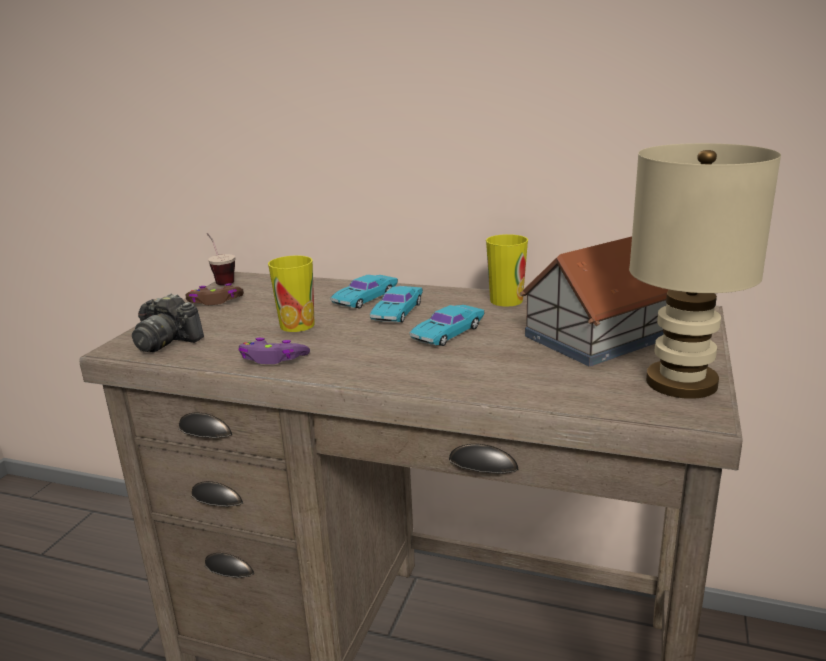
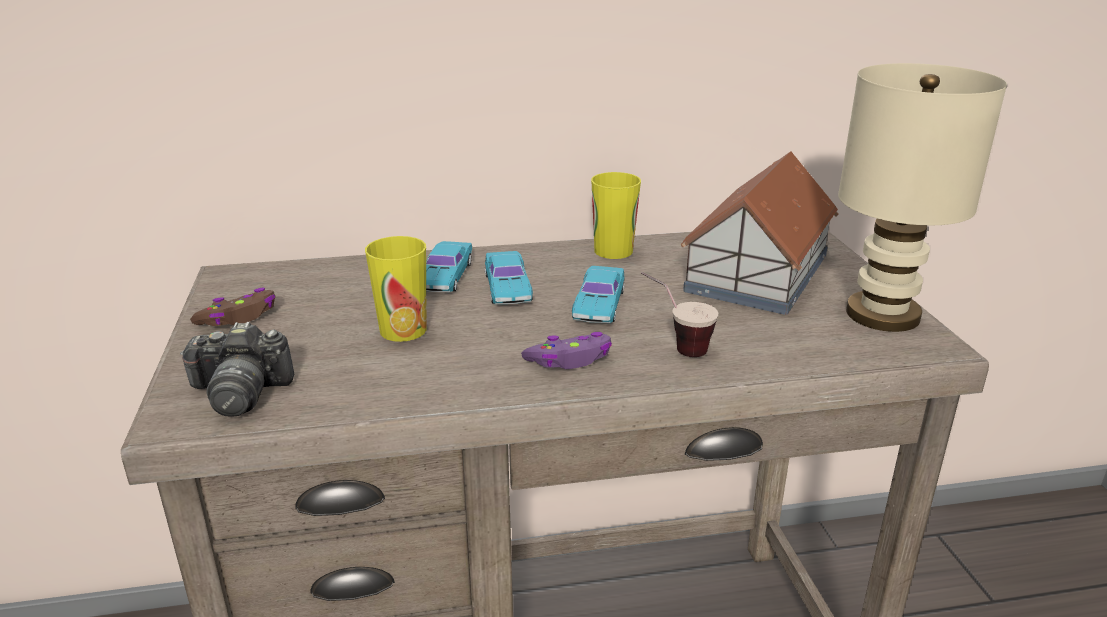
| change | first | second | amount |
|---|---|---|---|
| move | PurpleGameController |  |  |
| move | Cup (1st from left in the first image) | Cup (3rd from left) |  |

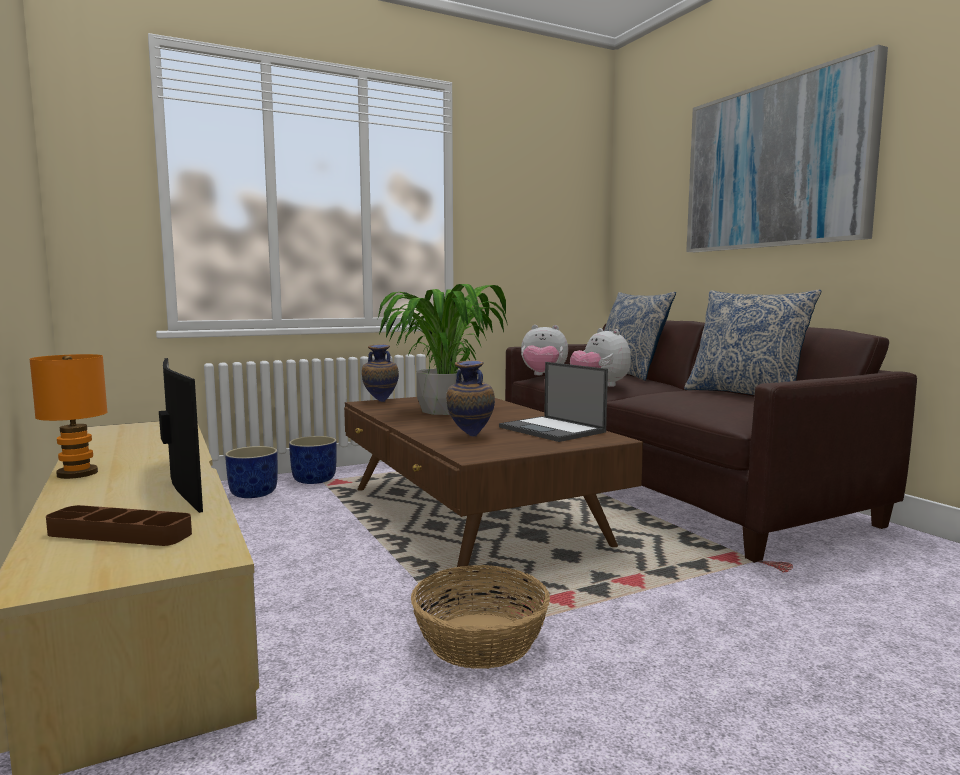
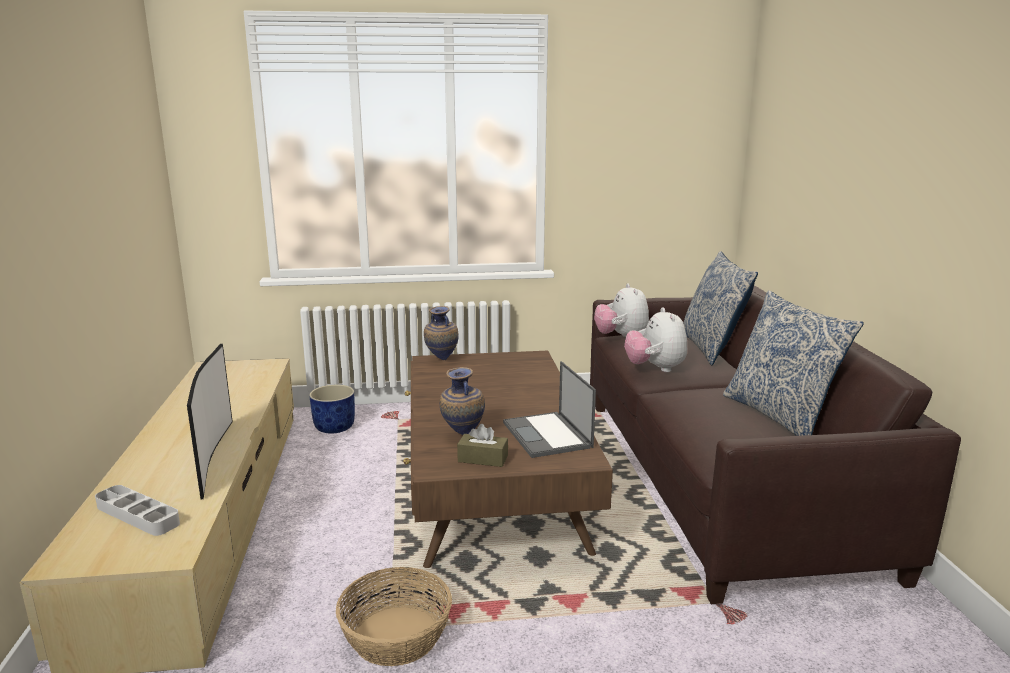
| change | first | second | amount |
|---|---|---|---|
| recolor | BrownTray | GreyTray |  |
| insert |  | BrownTissueBox |  |
| rotate | PlushToy (1st from left) |  | 45 degrees clockwise |
| delete | OrangeTableLamp |  |  |
| delete | BluePlanter (2nd from left) |  |  |
| delete | PottedPlant |  |  |
| delete | Picture |  |  |

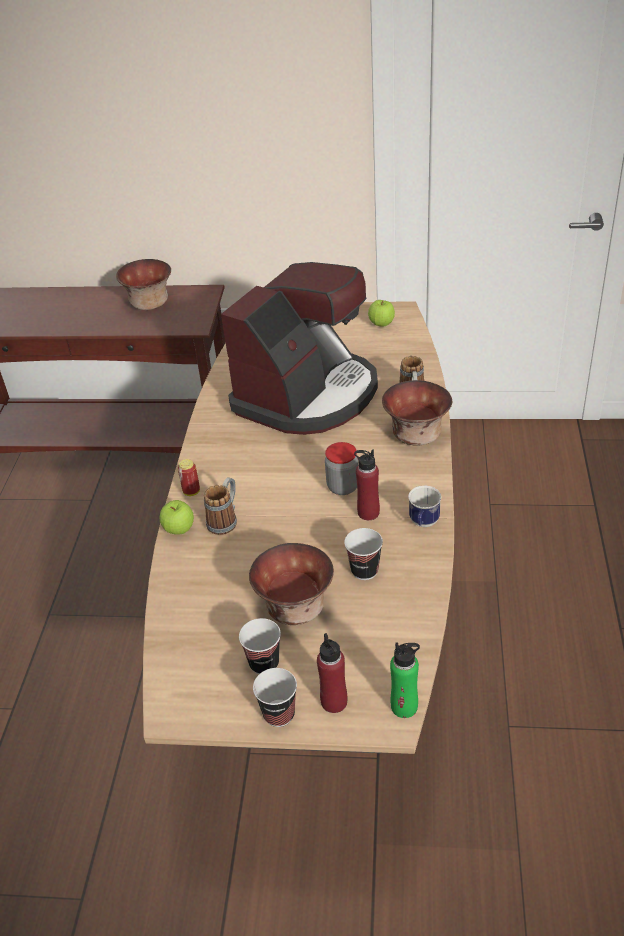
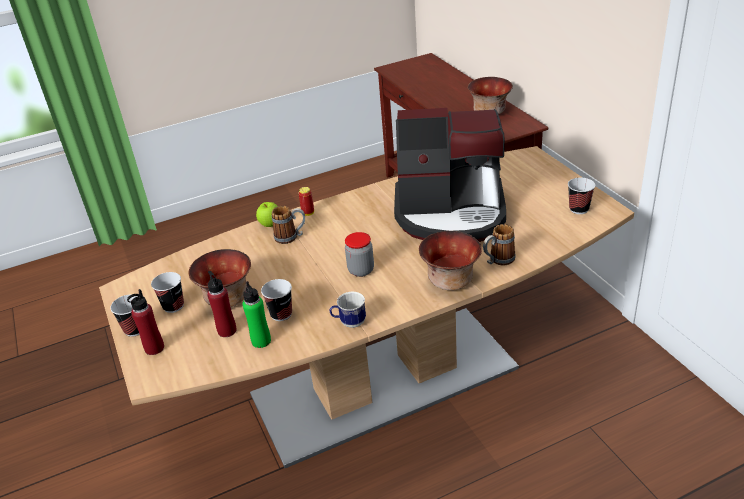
| change | first | second | amount |
|---|---|---|---|
| move | RedBottle (2nd from left) |  |  |
| move | GreenBottle |  |  |
| replace | Apple (2nd from left) | Cup (4th from left) |  |

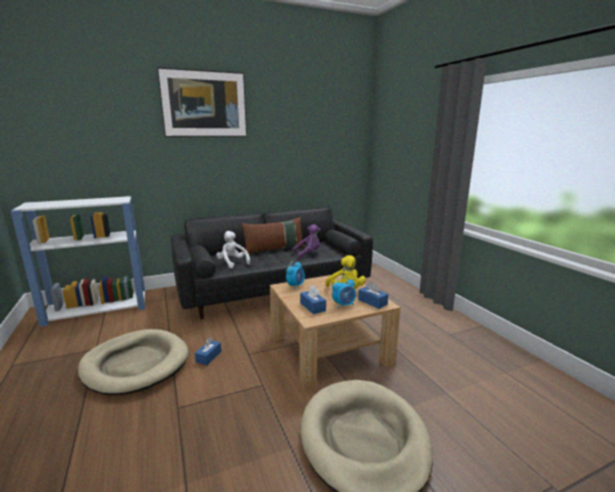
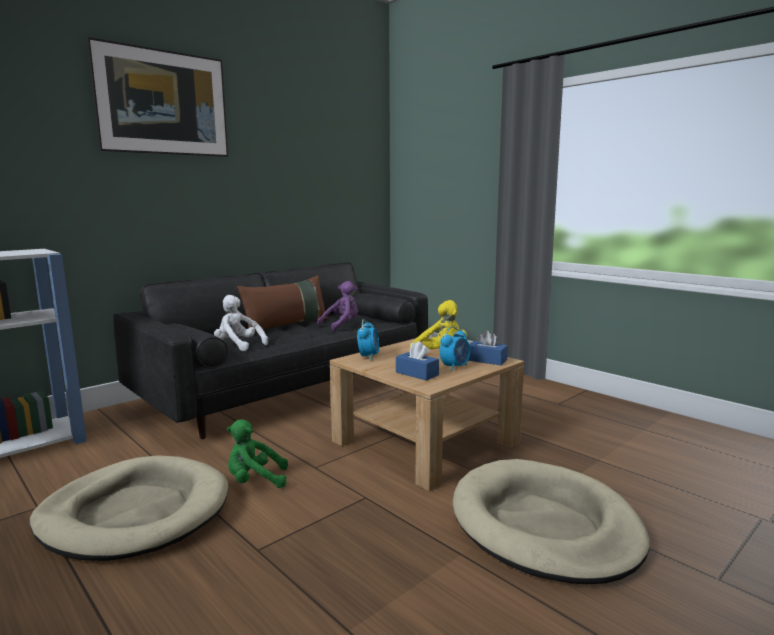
| change | first | second | amount |
|---|---|---|---|
| replace | BlueTissueBox (1st from left) | GreenPlushToy |  |

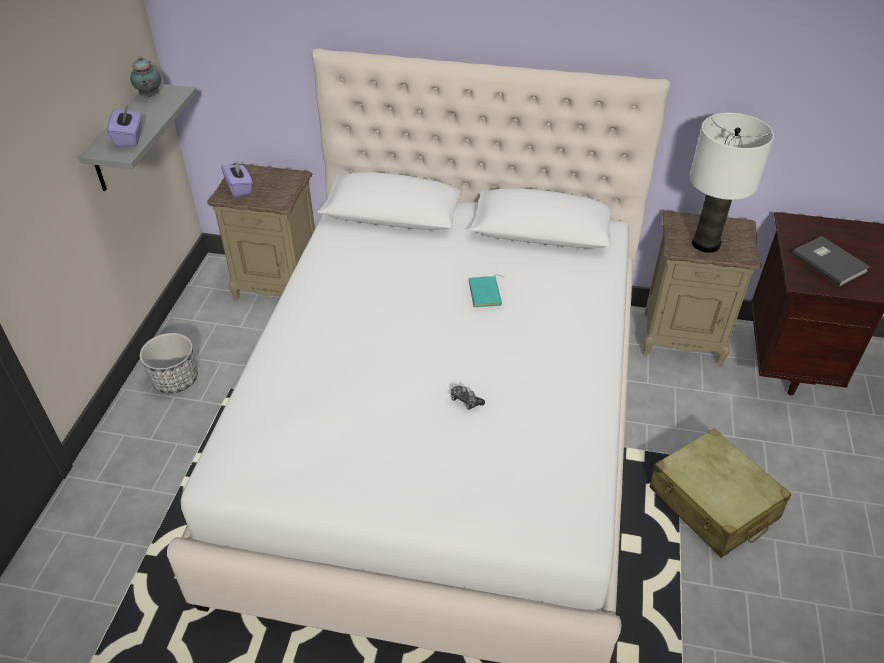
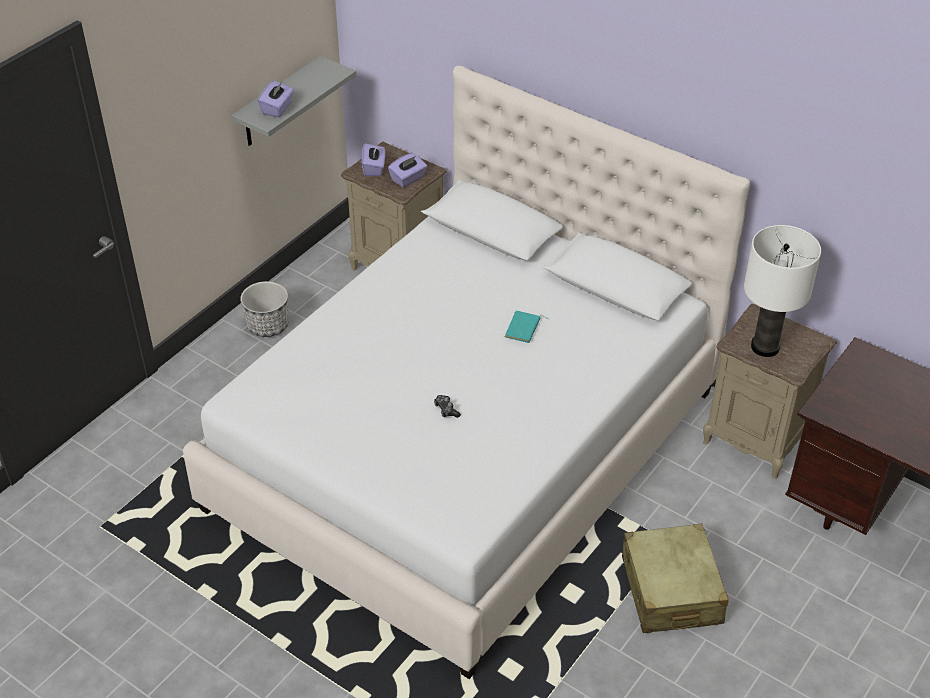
| change | first | second | amount |
|---|---|---|---|
| insert |  | PurpleTissueBox (3rd from left) |  |
| delete | Teapot |  |  |
| delete | GreyBook |  |  |

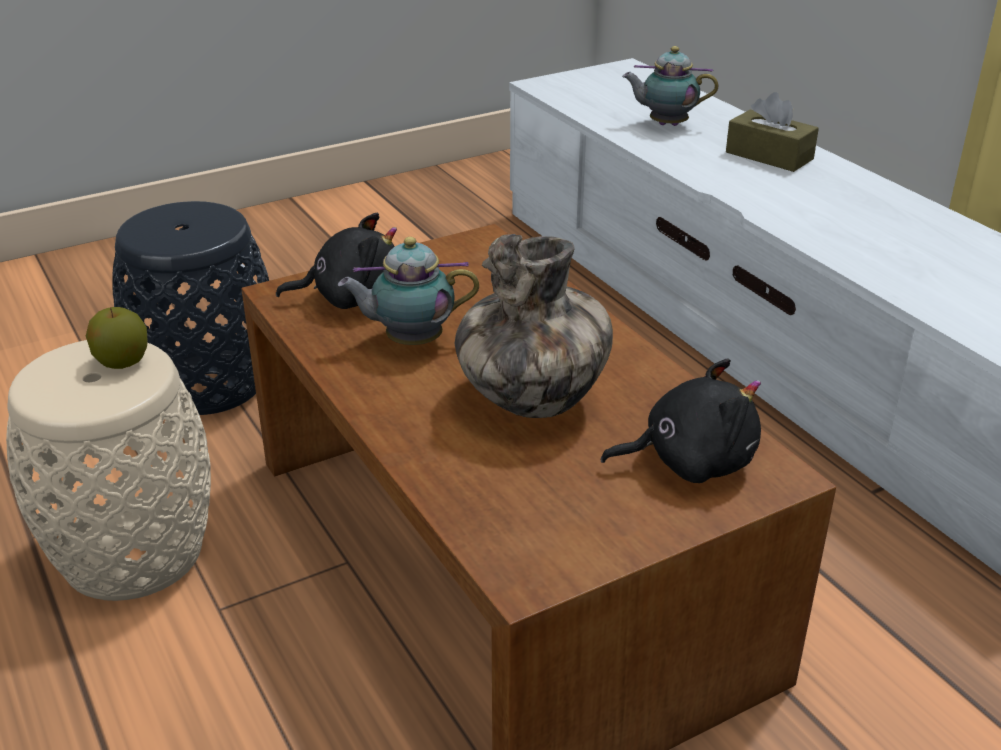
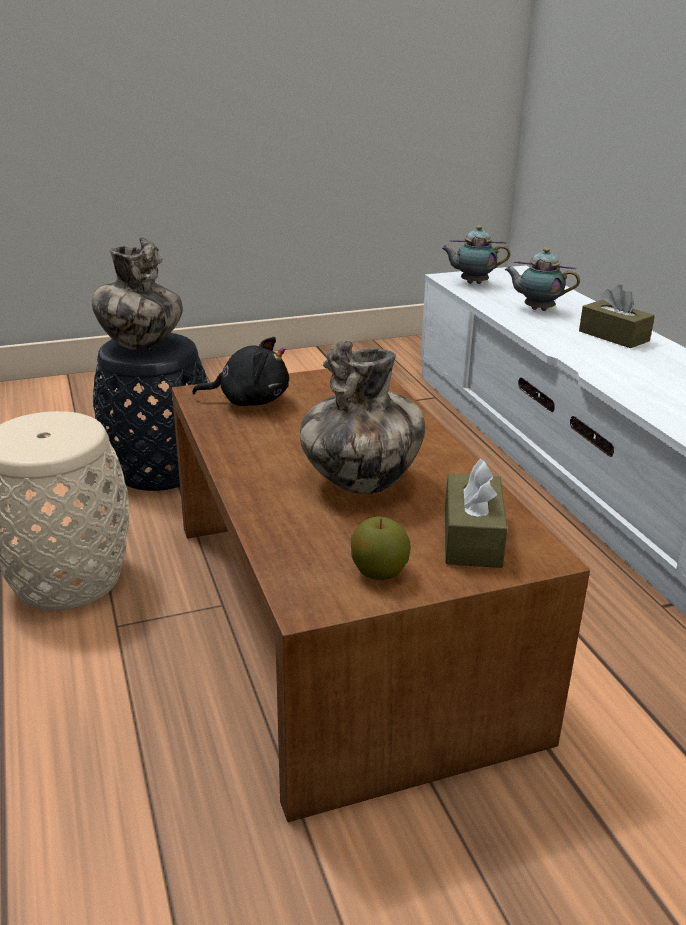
| change | first | second | amount |
|---|---|---|---|
| insert |  | Vase (1st from left) |  |
| move | Apple |  |  |
| move | Teapot (1st from left) |  |  |
| replace | BlackPlushToy (2nd from left) | BrownTissueBox (1st from left) |  |

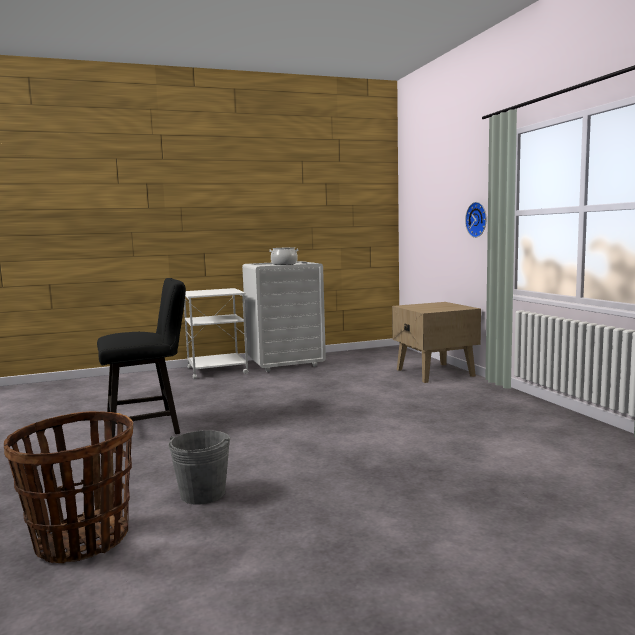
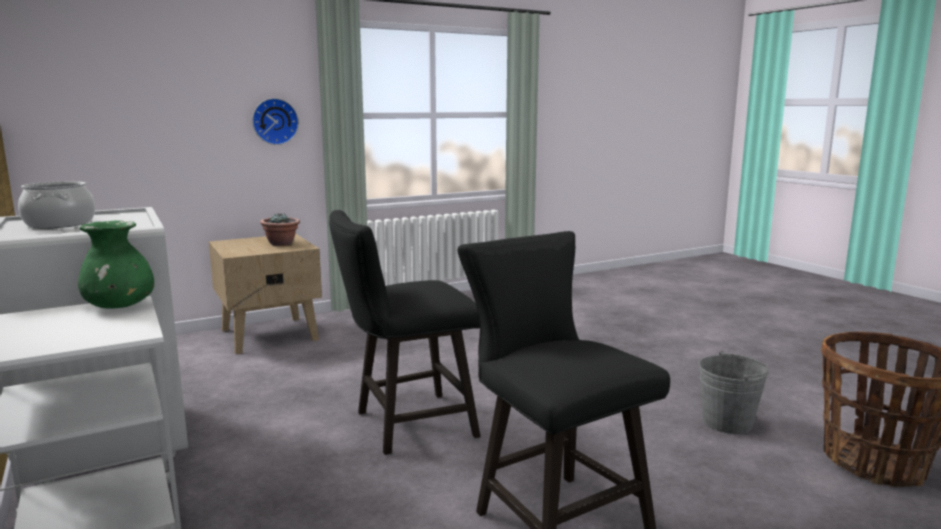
| change | first | second | amount |
|---|---|---|---|
| insert |  | GreenVase |  |
| insert |  | PottedPlant |  |
| insert |  | BlackChair (1st from left) |  |

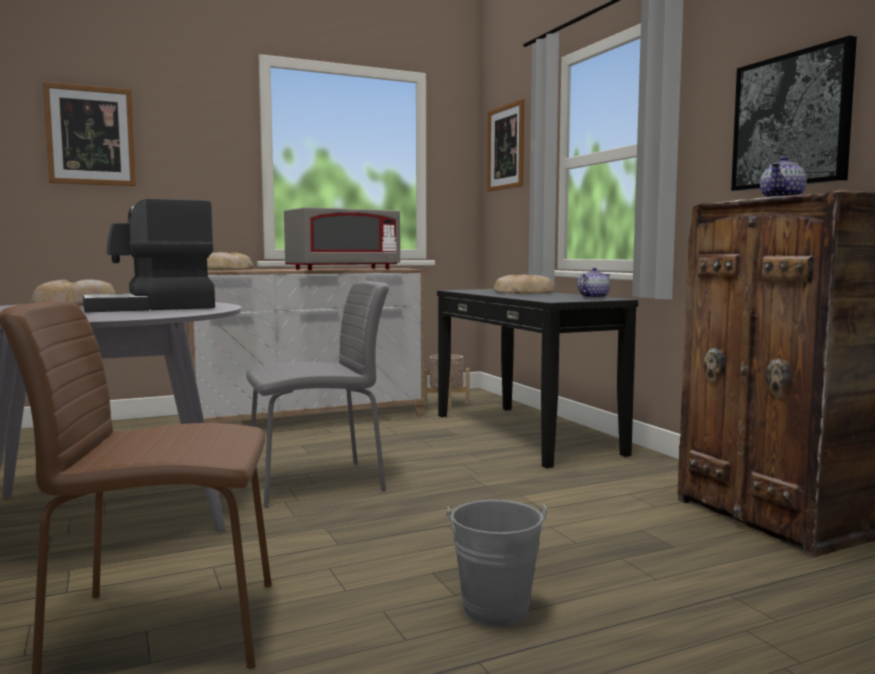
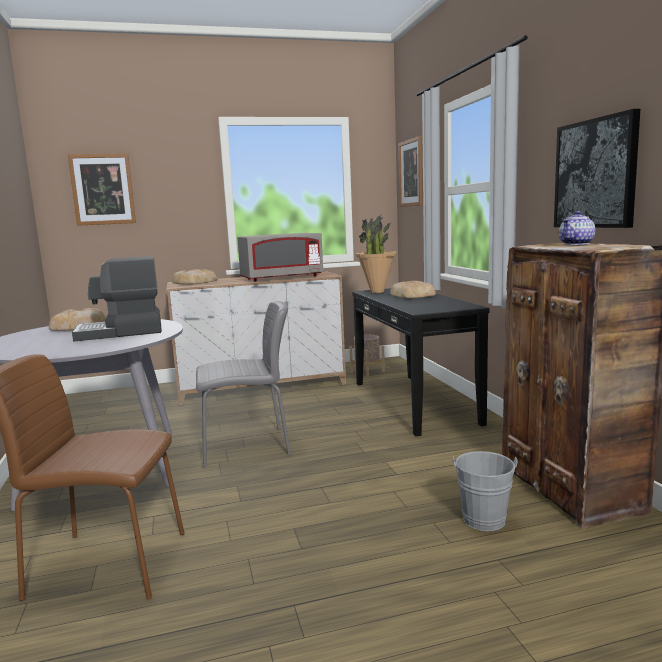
| change | first | second | amount |
|---|---|---|---|
| insert |  | PottedPlant |  |
| move | GreyBucket |  |  |
| delete | Teapot (1st from left) |  |  |

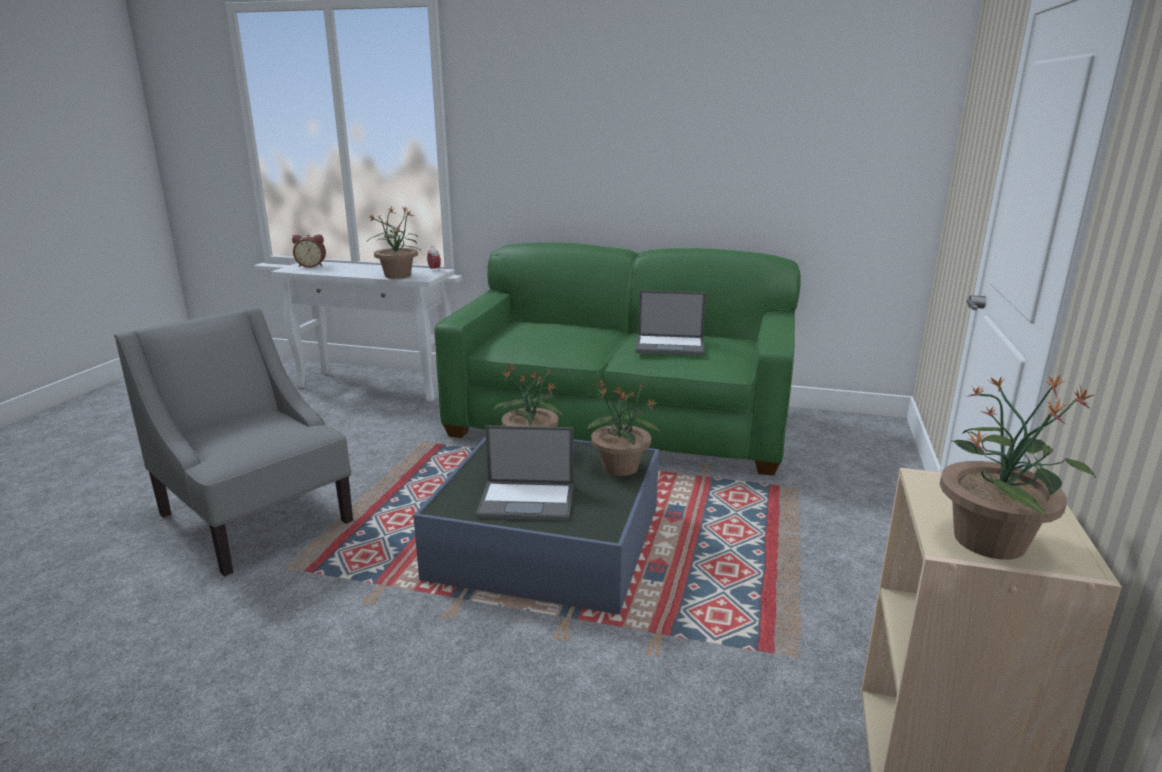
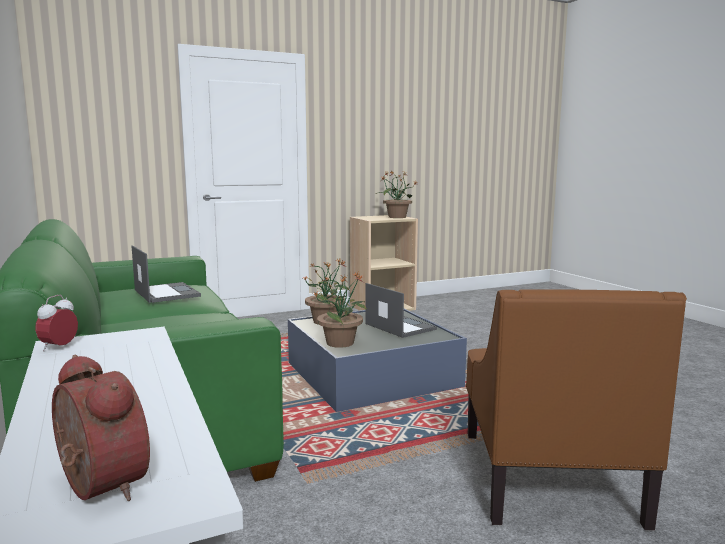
| change | first | second | amount |
|---|---|---|---|
| recolor | GreyArmchair | BrownArmchair |  |
| delete | PottedPlant (1st from left) |  |  |

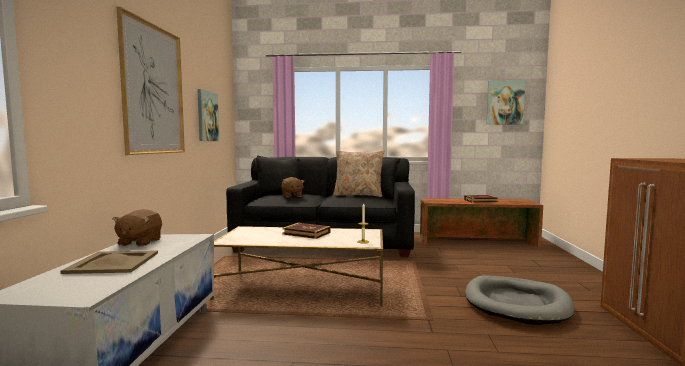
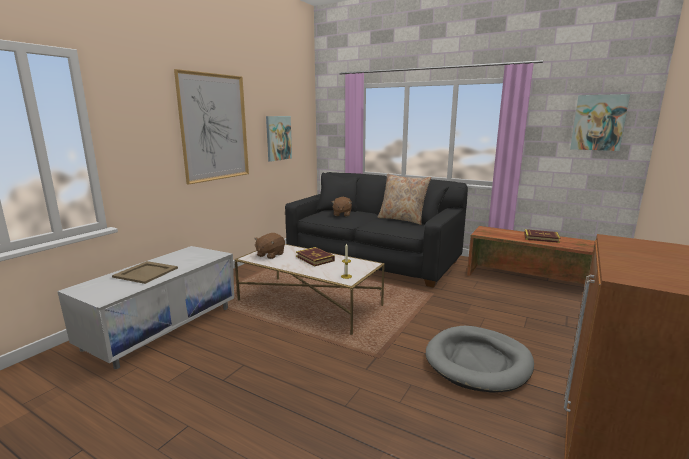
| change | first | second | amount |
|---|---|---|---|
| move | BrownPlushToy (1st from left) |  |  |

